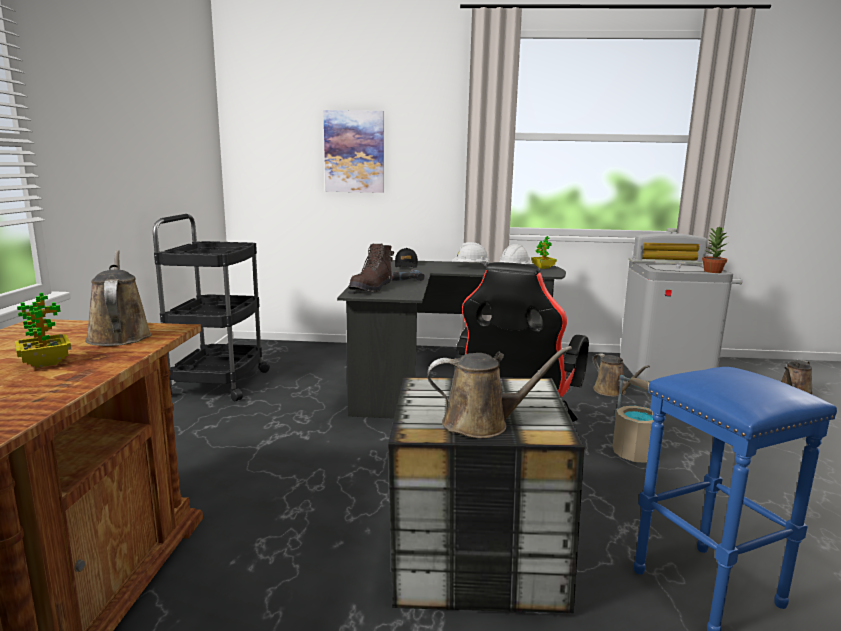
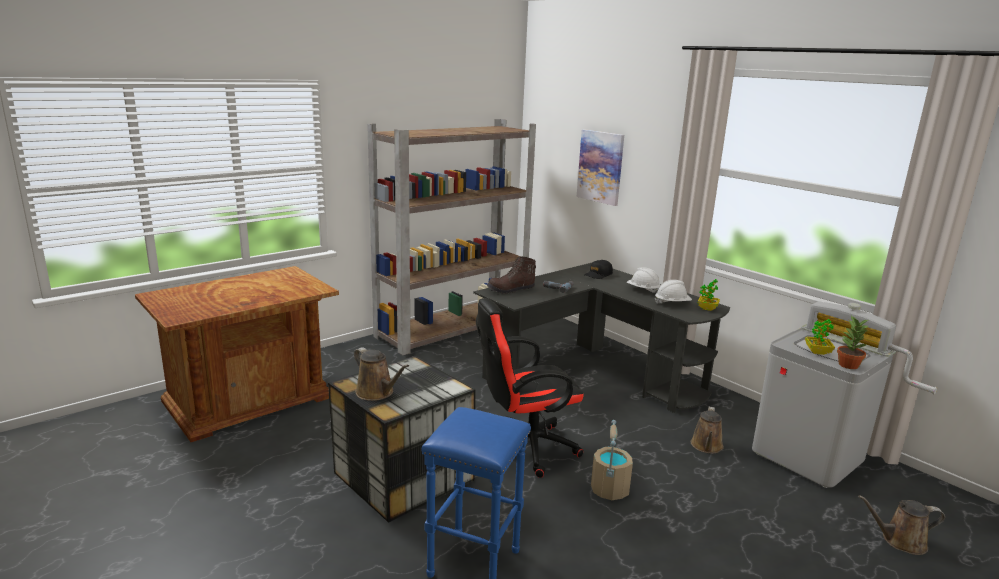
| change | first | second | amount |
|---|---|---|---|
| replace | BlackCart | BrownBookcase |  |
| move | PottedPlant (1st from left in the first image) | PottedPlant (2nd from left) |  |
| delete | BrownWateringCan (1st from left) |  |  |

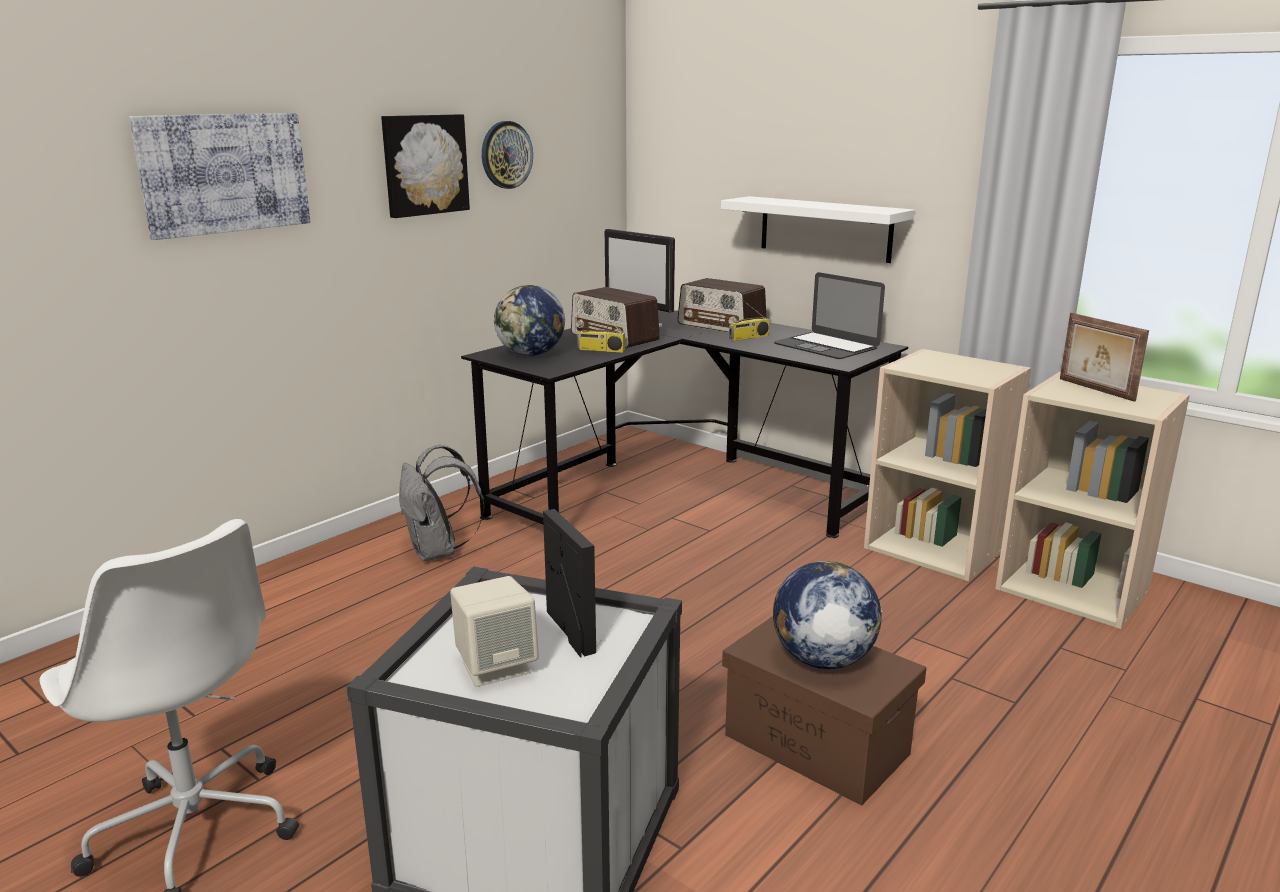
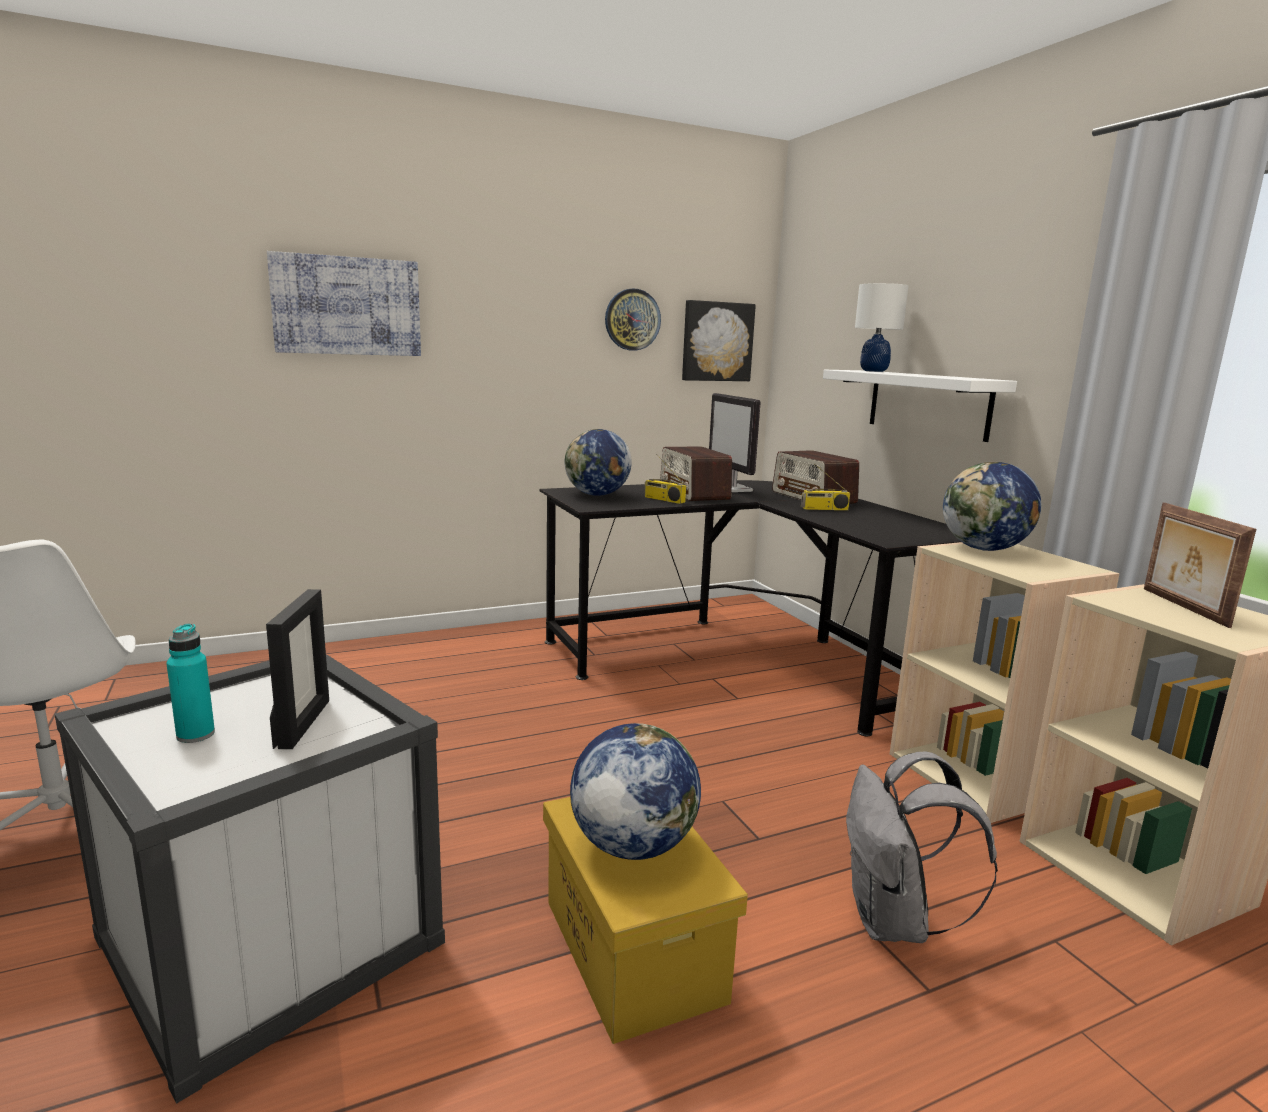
| change | first | second | amount |
|---|---|---|---|
| replace | BeigeSpeaker | TurquoiseBottle |  |
| recolor | BrownStorageBox | YellowStorageBox |  |
| move | Picture (2nd from left) |  |  |
| move | GreyBackpack |  |  |
| insert |  | WhiteTableLamp |  |
| insert |  | Globe (3rd from left) |  |
| delete | Laptop |  |  |

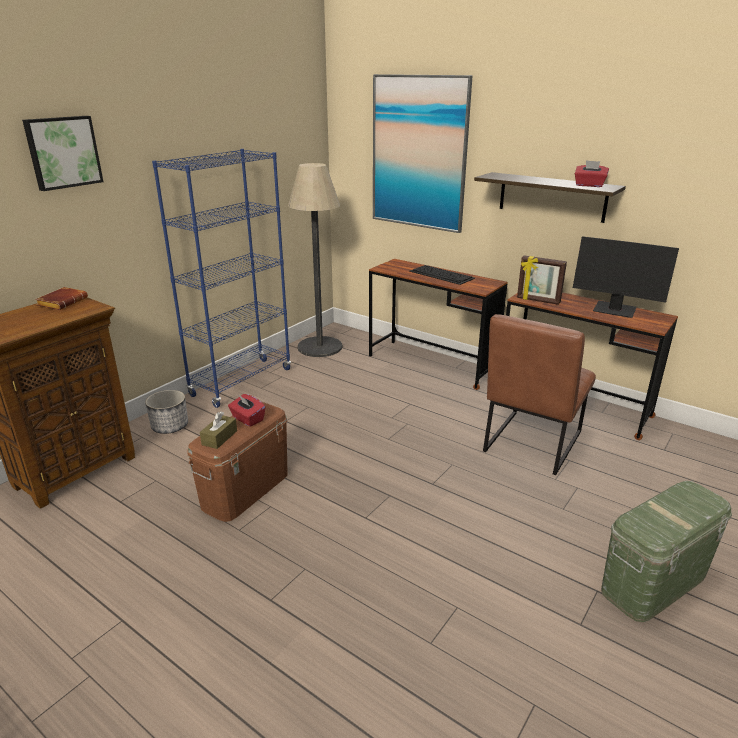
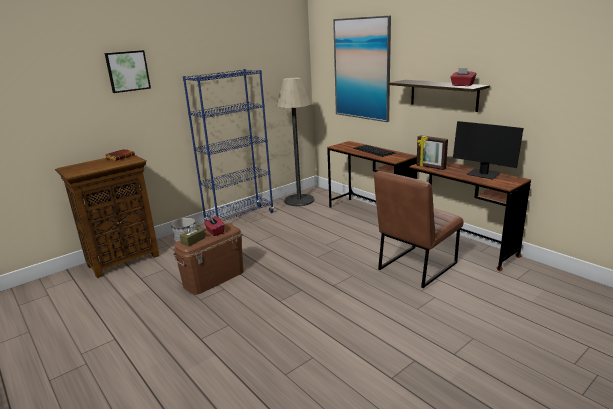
| change | first | second | amount |
|---|---|---|---|
| delete | GreenStorageBox |  |  |

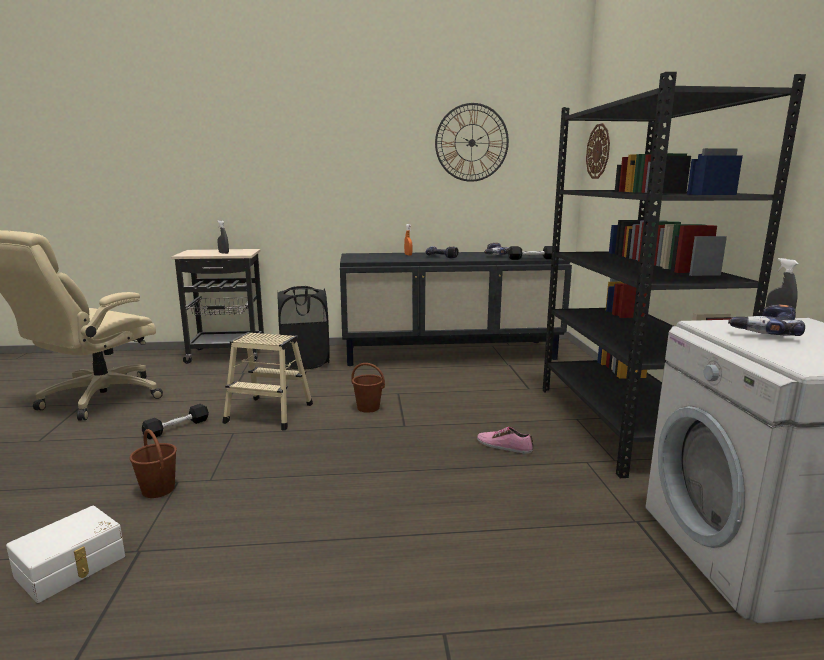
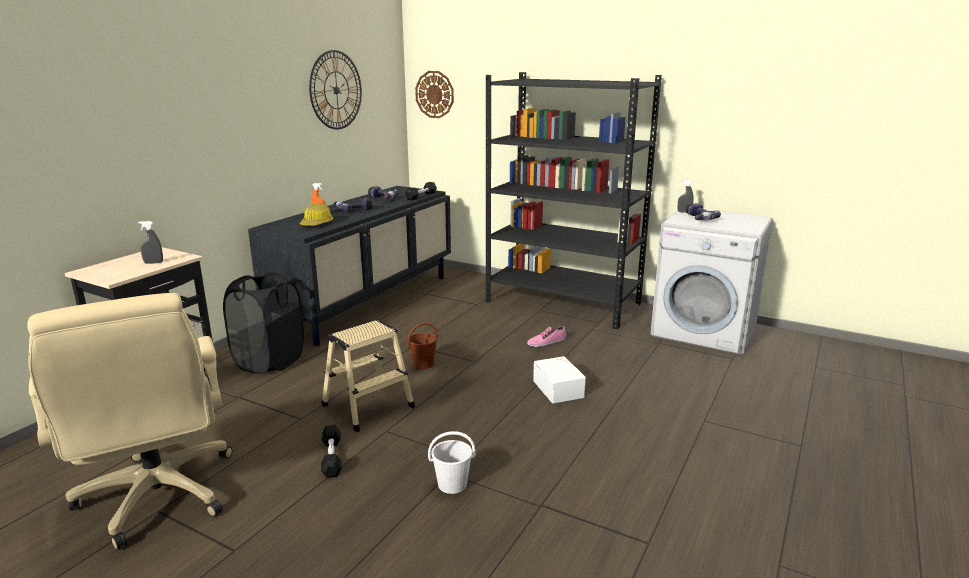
| change | first | second | amount |
|---|---|---|---|
| insert |  | HardHat |  |
| recolor | BrownBucket (1st from left) | WhiteBucket |  |
| move | WhiteStorageBox |  |  |

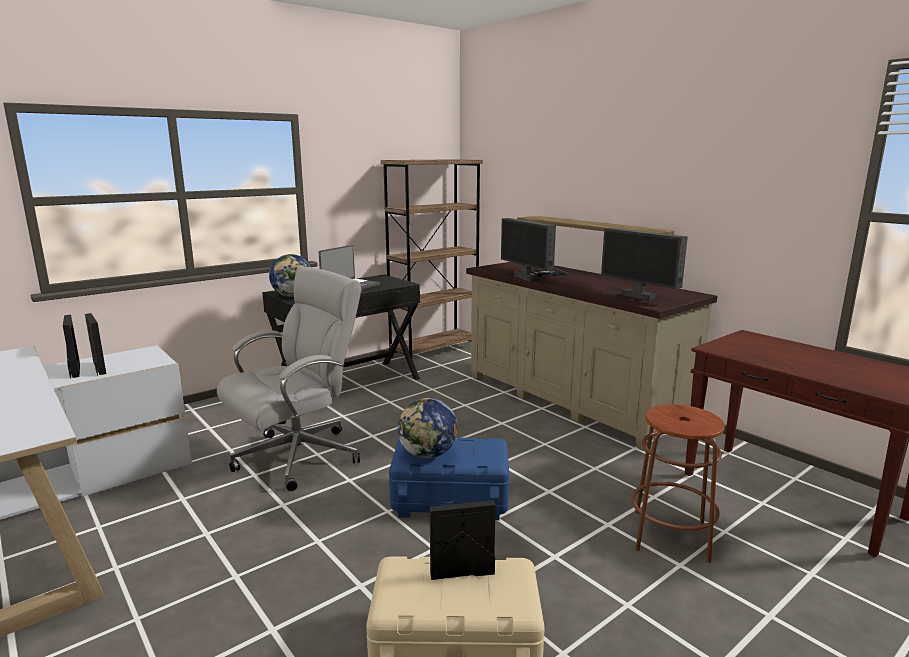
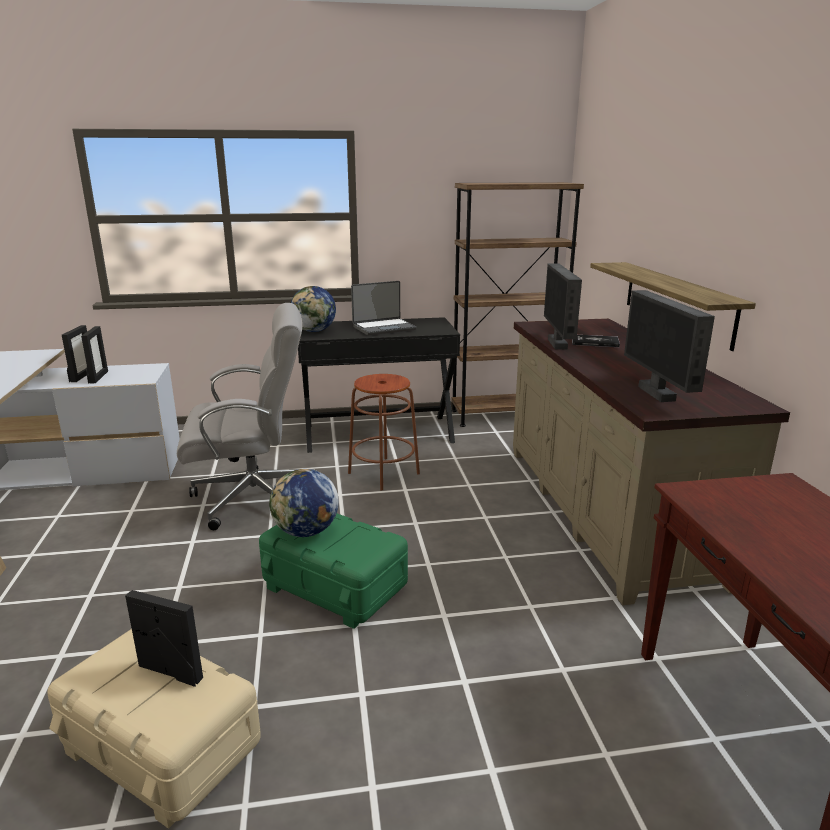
| change | first | second | amount |
|---|---|---|---|
| recolor | BlueStorageBox | GreenStorageBox |  |
| move | BrownStool |  |  |

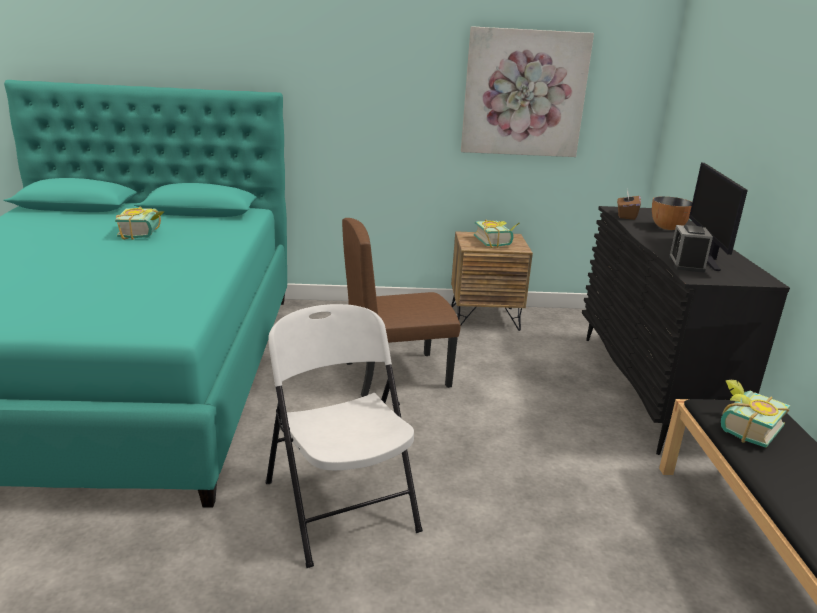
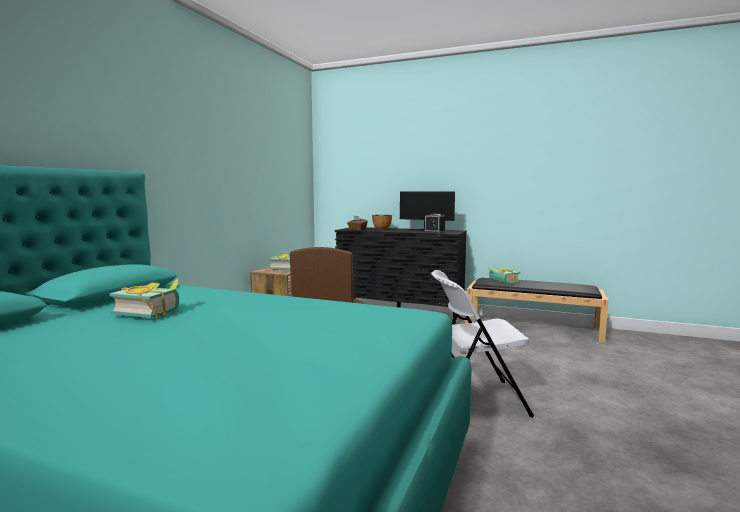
| change | first | second | amount |
|---|---|---|---|
| delete | Picture |  |  |

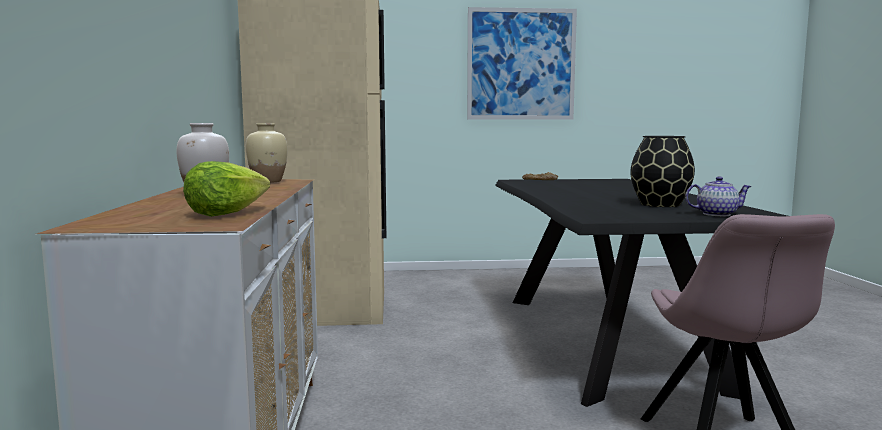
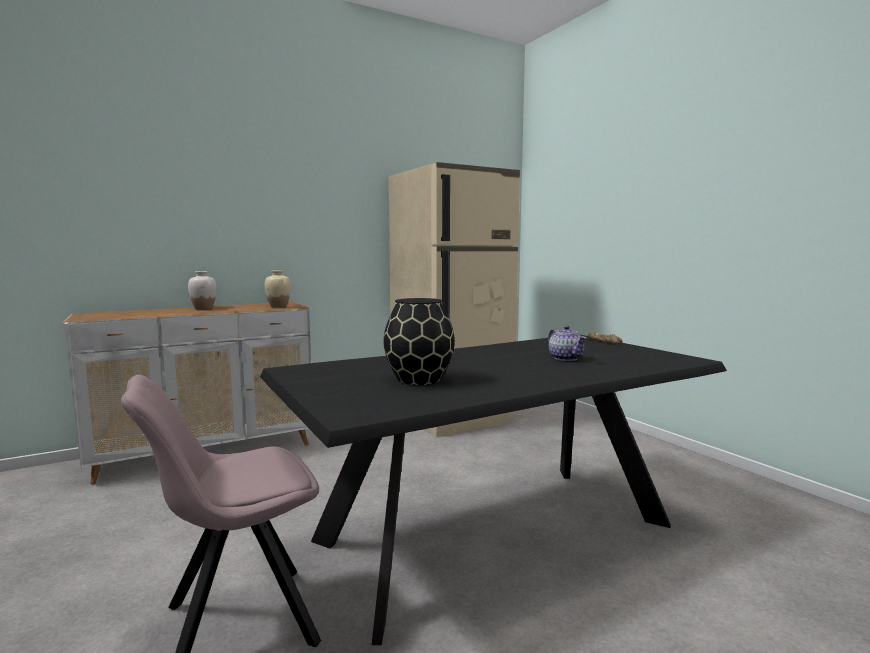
| change | first | second | amount |
|---|---|---|---|
| move | Teapot |  |  |
| delete | Lettuce |  |  |
| delete | Picture |  |  |

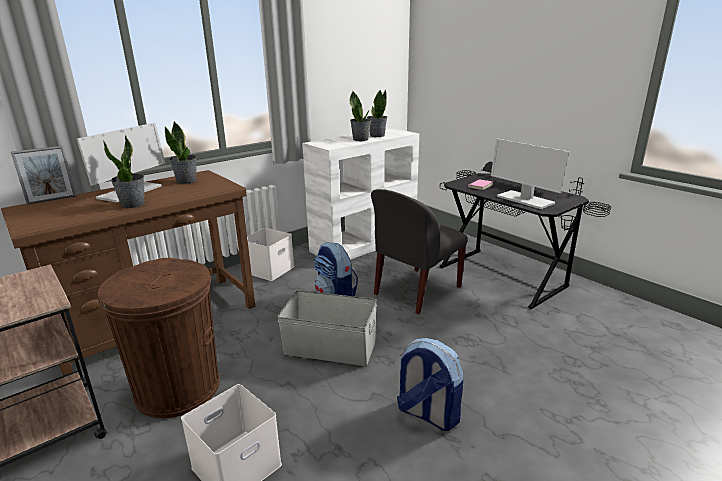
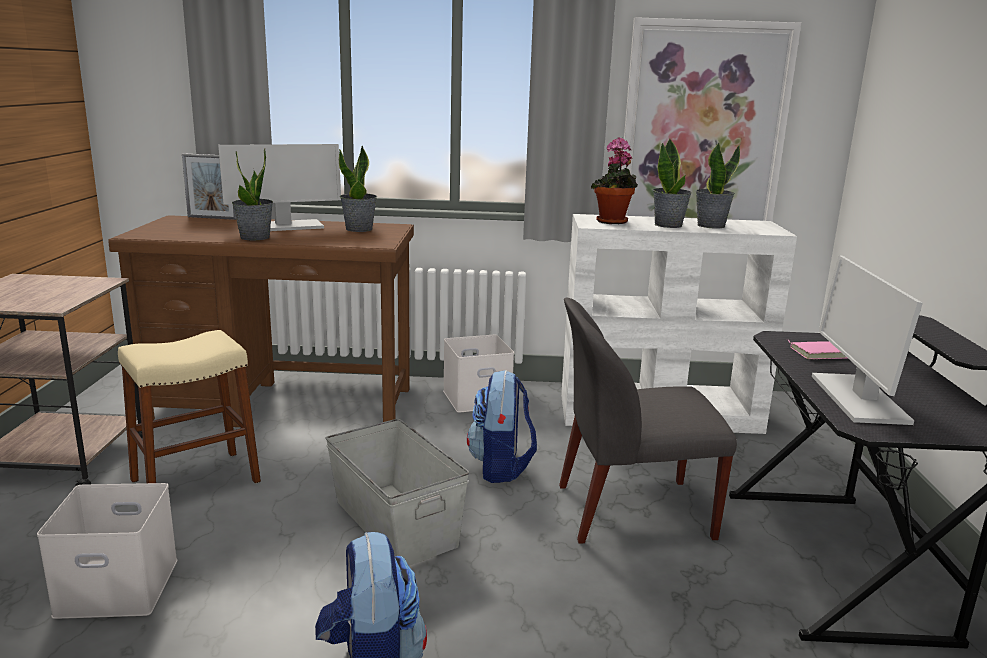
| change | first | second | amount |
|---|---|---|---|
| replace | BrownTrashCan | BeigeStool |  |
| insert |  | PottedPlant (3rd from left) |  |
| insert |  | Picture |  |

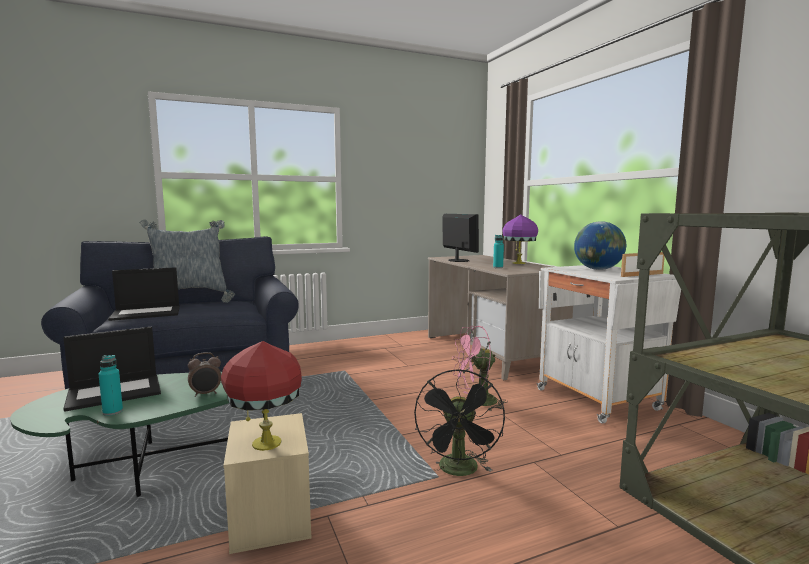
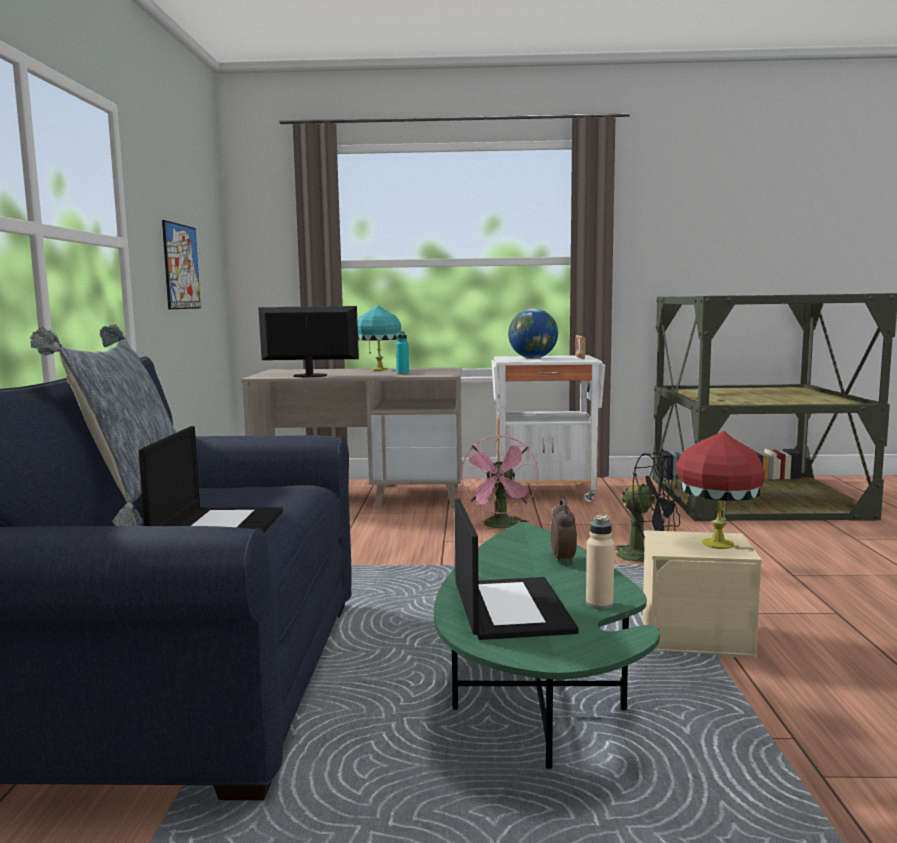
| change | first | second | amount |
|---|---|---|---|
| insert |  | Picture |  |
| recolor | PurpleTableLamp | TurquoiseTableLamp |  |
| recolor | TurquoiseBottle (1st from left) | BeigeBottle |  |

